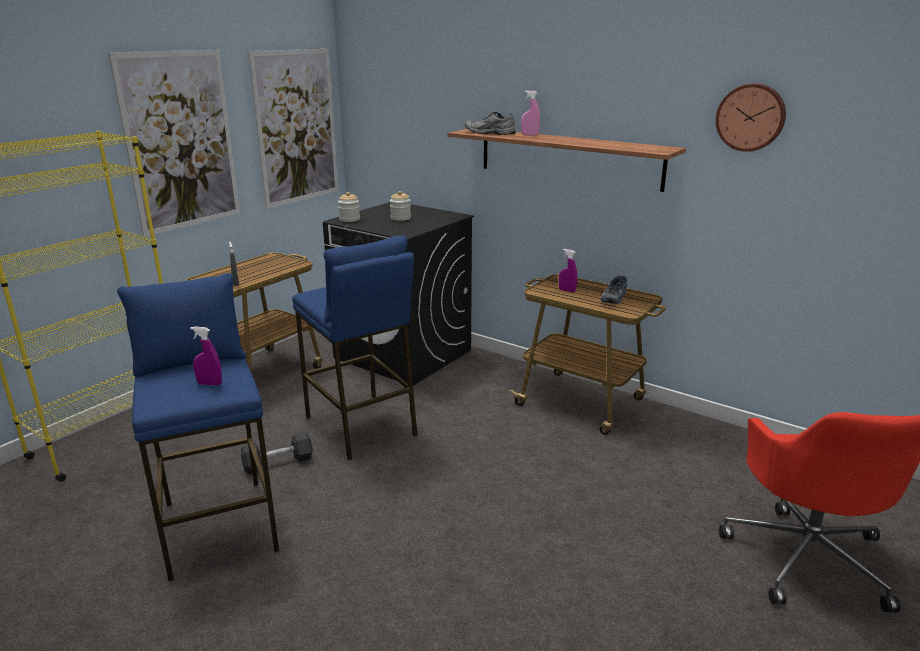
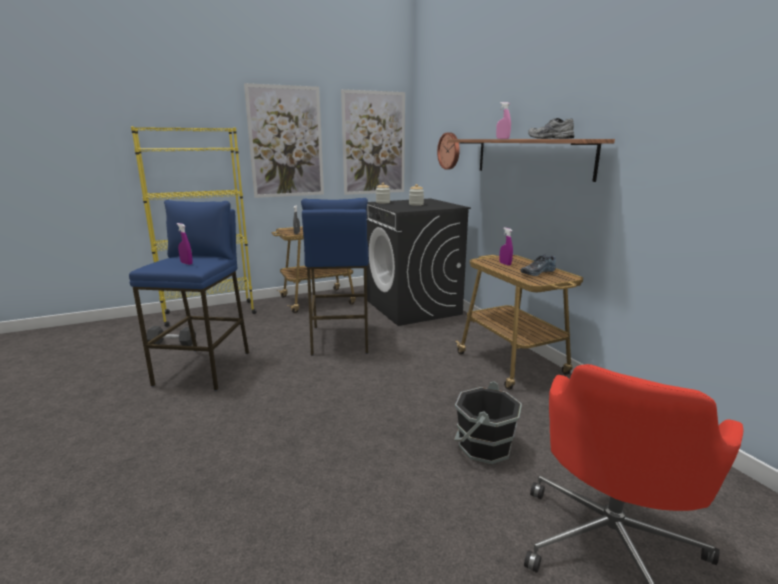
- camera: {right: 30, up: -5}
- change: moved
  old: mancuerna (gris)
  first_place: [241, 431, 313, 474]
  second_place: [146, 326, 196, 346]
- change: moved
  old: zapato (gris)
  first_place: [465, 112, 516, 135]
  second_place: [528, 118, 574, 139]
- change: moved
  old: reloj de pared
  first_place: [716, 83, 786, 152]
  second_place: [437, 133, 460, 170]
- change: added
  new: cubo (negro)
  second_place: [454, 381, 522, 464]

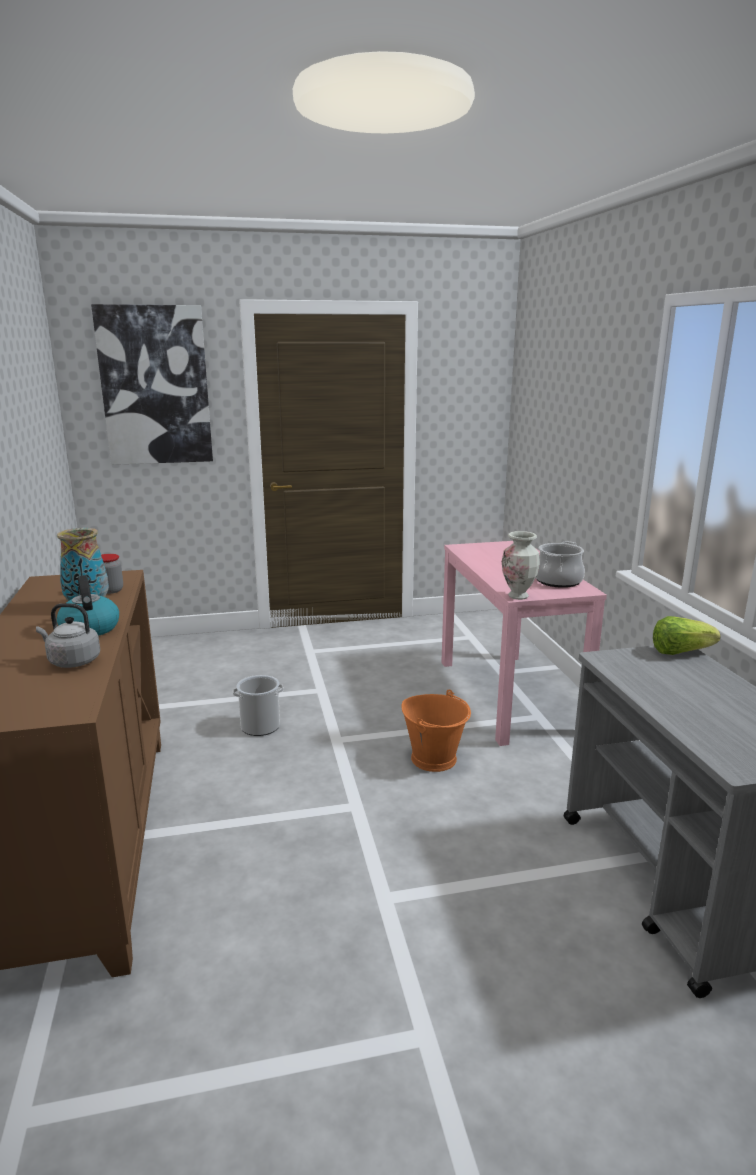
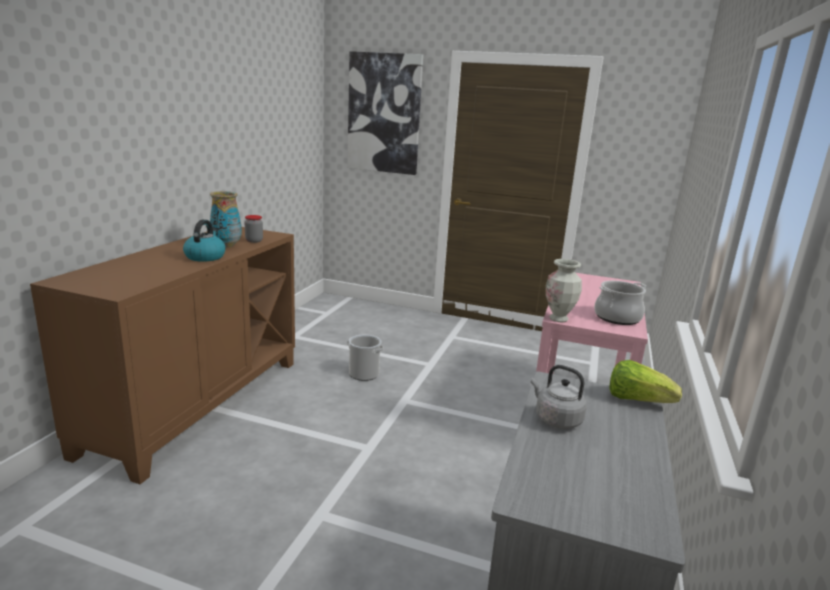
- camera: {right: 30, up: 0}
- change: moved
  old: hervidor (gris)
  first_place: [36, 603, 100, 668]
  second_place: [531, 365, 587, 429]
- change: removed
  old: cubo (naranja)
  first_place: [402, 690, 471, 772]

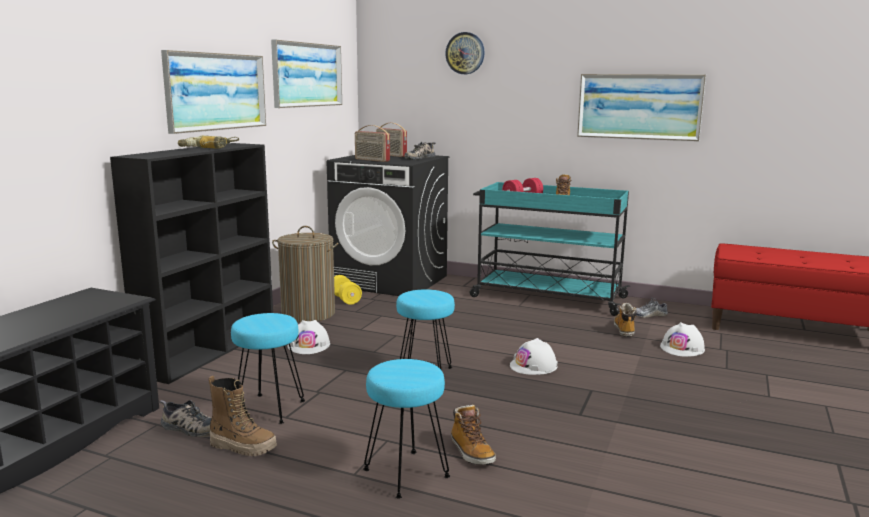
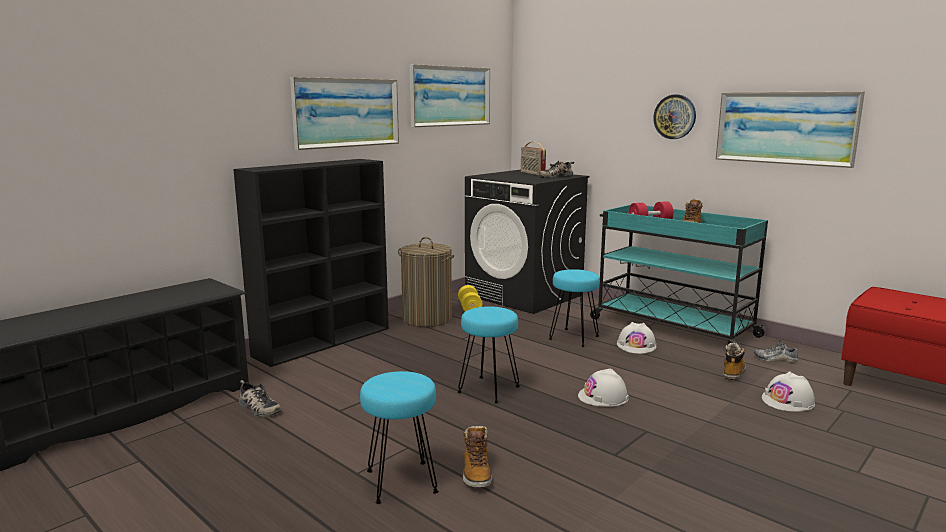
- camera: {right: 20, up: 0}
- change: removed
  old: taladro
  first_place: [178, 135, 239, 149]
- change: removed
  old: bota
  first_place: [209, 375, 277, 456]
- change: moved
  old: taburete (turquesa)
  first_place: [231, 313, 305, 424]
  second_place: [549, 269, 600, 347]
- change: moved
  old: casco (blanco)
  first_place: [288, 320, 330, 354]
  second_place: [617, 322, 656, 354]
- change: removed
  old: radio
  first_place: [355, 125, 390, 162]
- change: moved
  old: reloj de pared
  first_place: [445, 32, 485, 74]
  second_place: [653, 95, 696, 139]

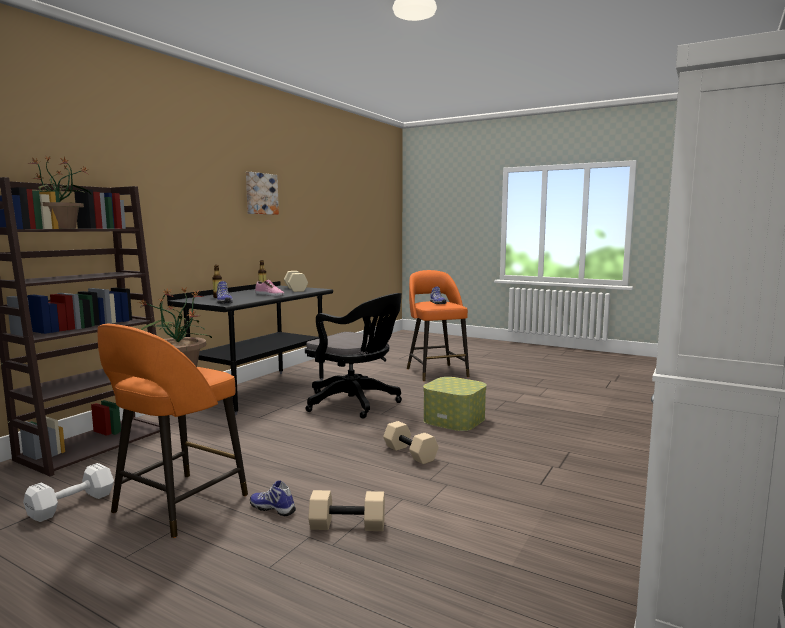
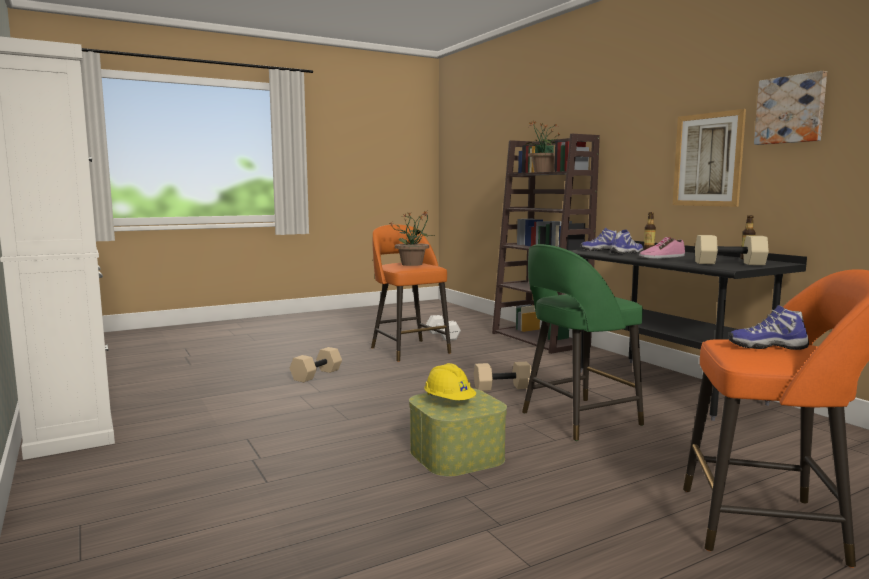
- camera: {right: 120, up: 0}
- change: moved
  old: zapato
  first_place: [250, 481, 296, 516]
  second_place: [611, 230, 643, 254]
- change: replaced
  old: silla de oficina (negro)
  new: taburete (verde)
  first_place: [305, 293, 402, 419]
  second_place: [522, 244, 644, 441]
- change: moved
  old: mancuerna (beis)
  first_place: [383, 421, 439, 464]
  second_place: [474, 362, 531, 391]
- change: added
  new: casco (amarillo)
  second_place: [424, 363, 476, 400]
- change: added
  new: cuadro
  second_place: [673, 109, 746, 207]

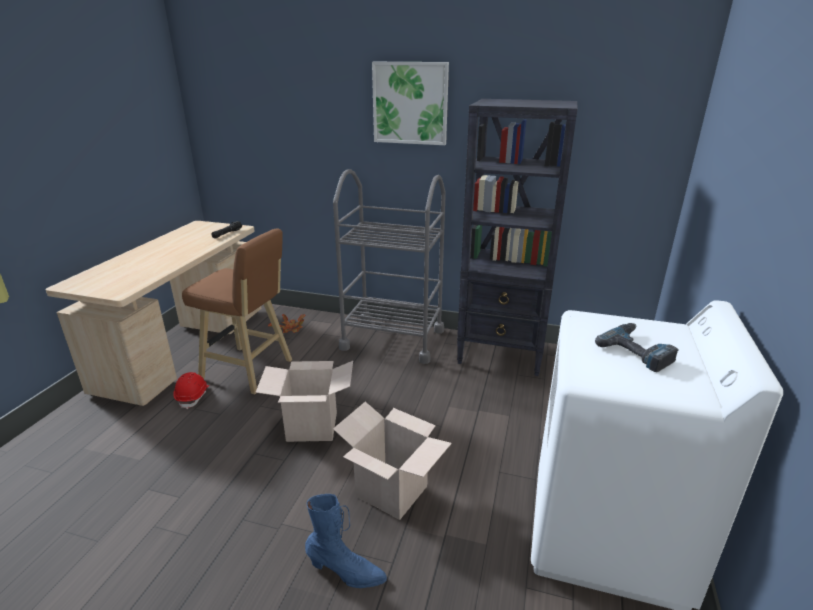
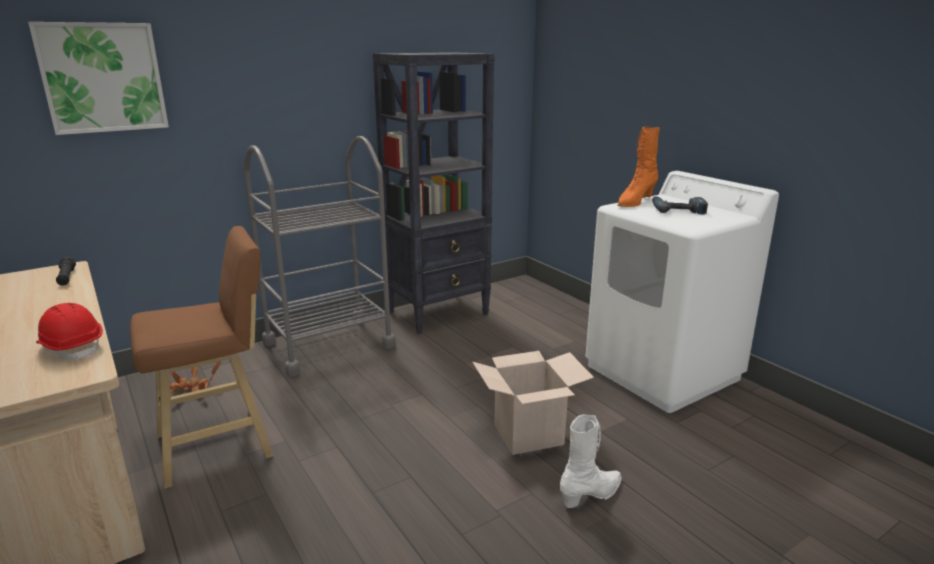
- camera: {right: -50, up: -5}
- change: moved
  old: casco (rojo)
  first_place: [173, 372, 209, 409]
  second_place: [36, 303, 103, 360]
- change: removed
  old: caja de cartón
  first_place: [256, 361, 353, 442]
- change: recoloured
  old: bota (azul)
  new: bota (blanco)
  first_place: [305, 494, 387, 588]
  second_place: [560, 414, 622, 508]
- change: moved
  old: cuadro
  first_place: [372, 62, 449, 145]
  second_place: [28, 22, 169, 135]
- change: added
  new: bota (naranja)
  second_place: [617, 126, 660, 207]

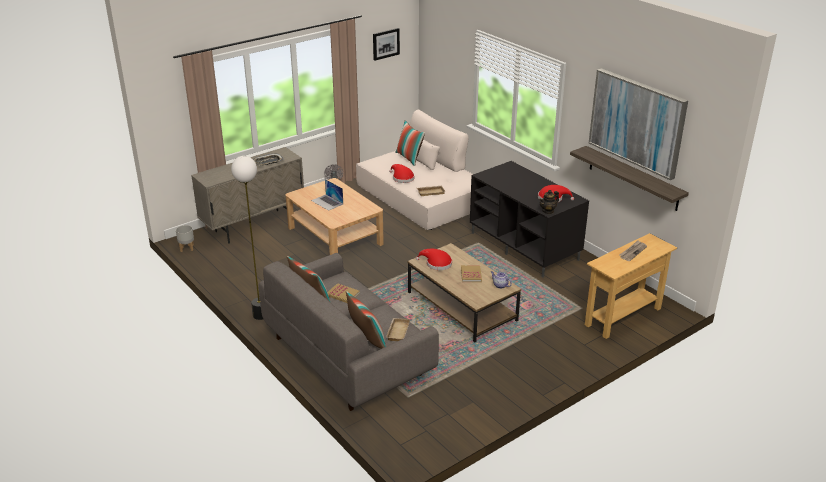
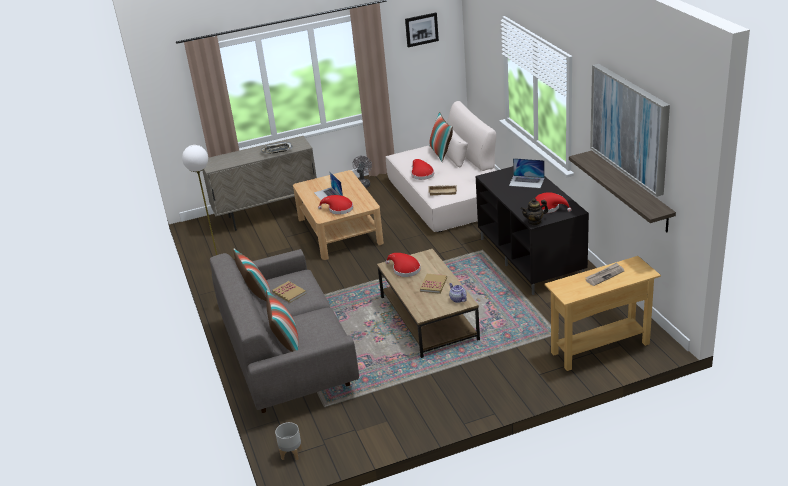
- camera: {right: 20, up: 0}
- change: moved
  old: maceta (gris)
  first_place: [176, 225, 194, 252]
  second_place: [275, 422, 302, 461]
- change: removed
  old: bandeja (beis)
  first_place: [386, 318, 410, 341]
- change: added
  new: sombrero (rojo)
  second_place: [318, 195, 353, 215]
- change: added
  new: portátil
  second_place: [509, 158, 545, 188]

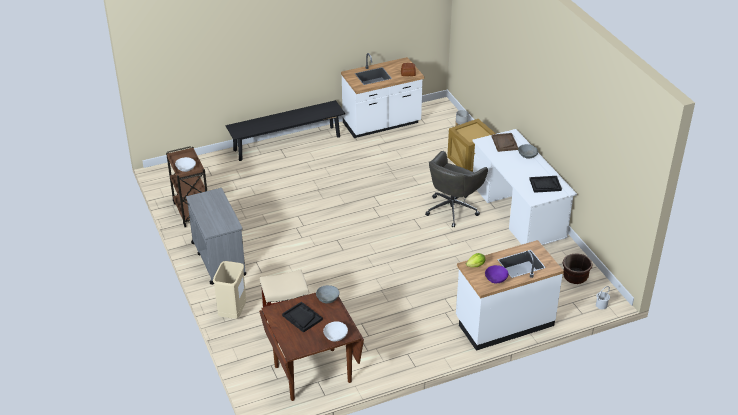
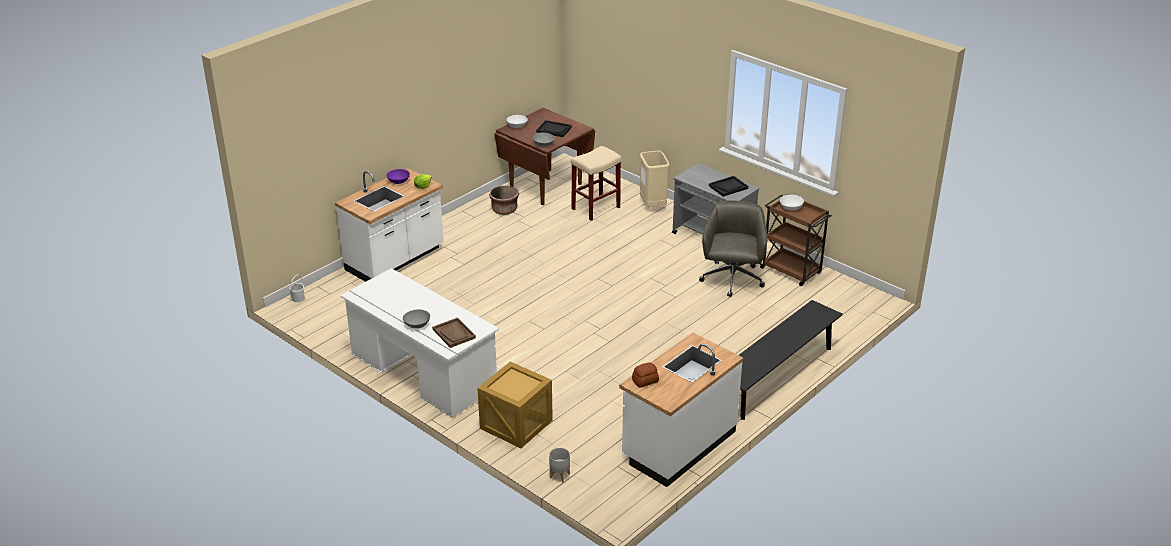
- camera: {right: 155, up: -5}
- change: moved
  old: silla de oficina (gris)
  first_place: [425, 151, 488, 228]
  second_place: [699, 200, 767, 297]
- change: moved
  old: bandeja (negro)
  first_place: [529, 176, 562, 193]
  second_place: [709, 176, 748, 197]
- change: moved
  old: maceta (marrón)
  first_place: [563, 253, 592, 284]
  second_place: [489, 186, 519, 215]

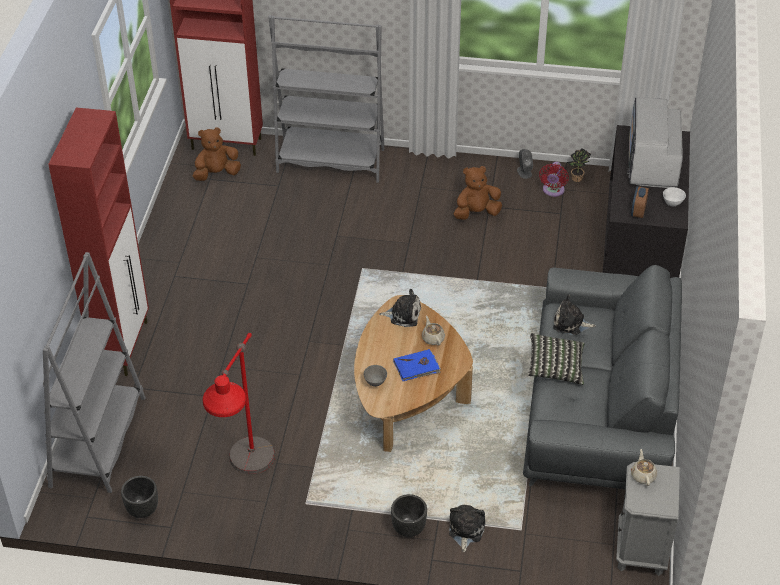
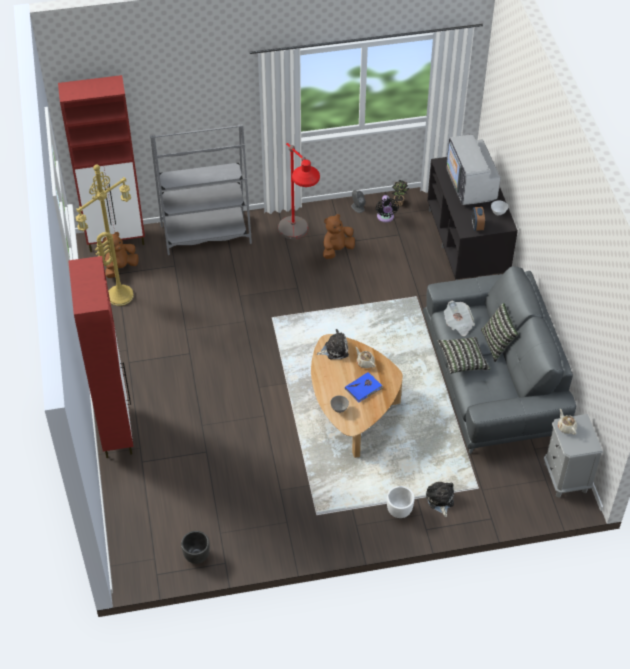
- camera: {right: -20, up: 5}
- change: removed
  old: estantería (gris)
  first_place: [43, 252, 146, 493]
- change: moved
  old: lámpara de pie (rojo)
  first_place: [203, 333, 275, 474]
  second_place: [278, 143, 320, 239]
- change: recoloured
  old: maceta (negro)
  new: maceta (blanco)
  first_place: [391, 494, 427, 537]
  second_place: [387, 486, 414, 518]
- change: recoloured
  old: ventilador (rojo)
  new: ventilador (negro)
  first_place: [539, 162, 569, 197]
  second_place: [376, 195, 399, 222]
- change: replaced
  old: peluche
  new: periódico
  first_place: [553, 295, 596, 335]
  second_place: [444, 301, 475, 336]
- change: added
  new: lámpara de pie (amarillo)
  second_place: [76, 164, 133, 306]
- change: added
  new: cojín
  second_place: [481, 303, 518, 362]

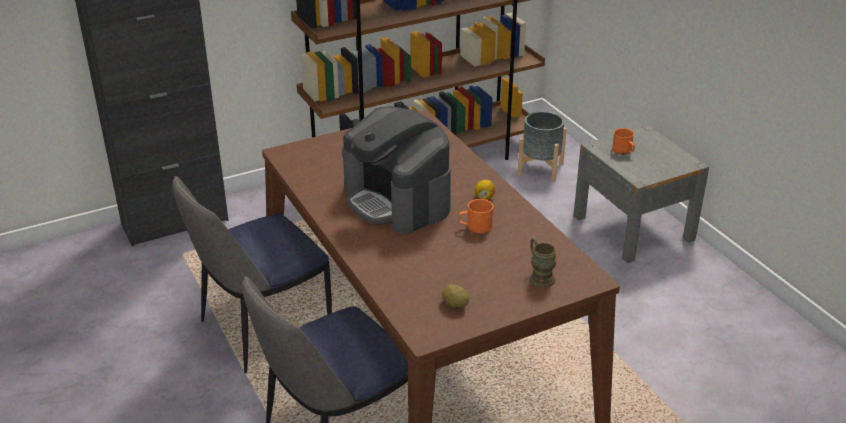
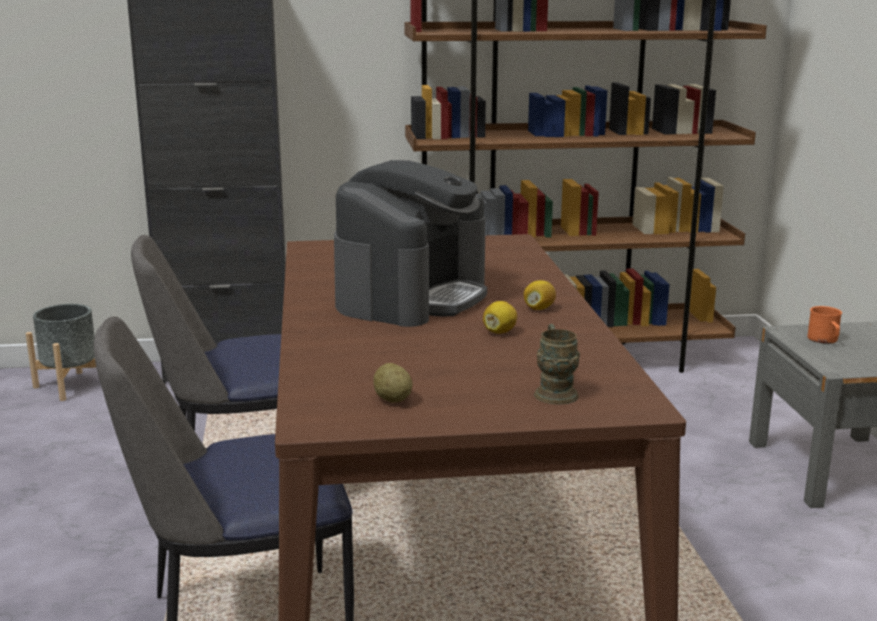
- camera: {right: 20, up: -15}
- change: turned
  old: cafetera
  first_place: [343, 106, 451, 234]
  second_place: [334, 160, 487, 327]
  degrees: -135
- change: replaced
  old: taza grande (naranja)
  new: limón
  first_place: [459, 199, 494, 233]
  second_place: [483, 301, 517, 334]
- change: moved
  old: maceta (gris)
  first_place: [518, 111, 567, 182]
  second_place: [26, 304, 96, 401]

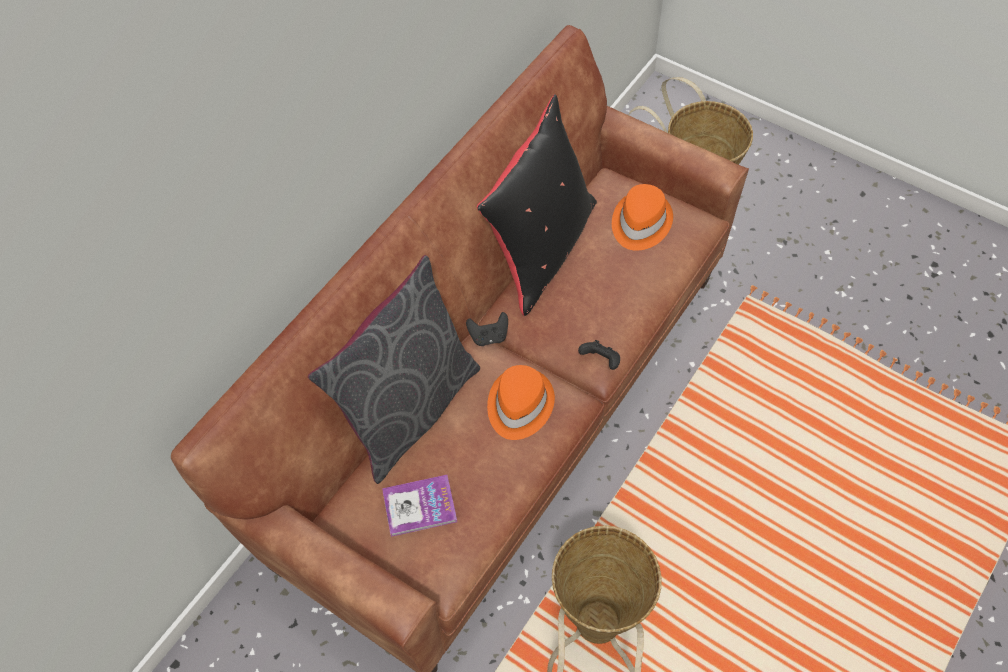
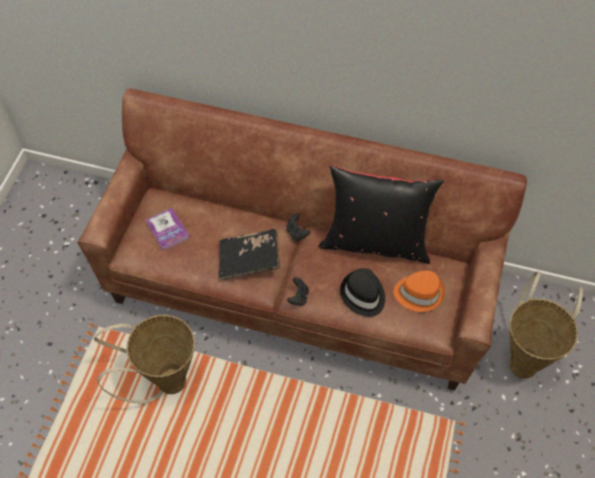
- camera: {right: 70, up: 0}
- change: removed
  old: cojín (gris)
  first_place: [308, 255, 480, 484]
- change: replaced
  old: sombrero (naranja)
  new: libro (negro)
  first_place: [487, 365, 555, 440]
  second_place: [219, 229, 280, 281]
- change: added
  new: sombrero (negro)
  second_place: [340, 268, 385, 317]

